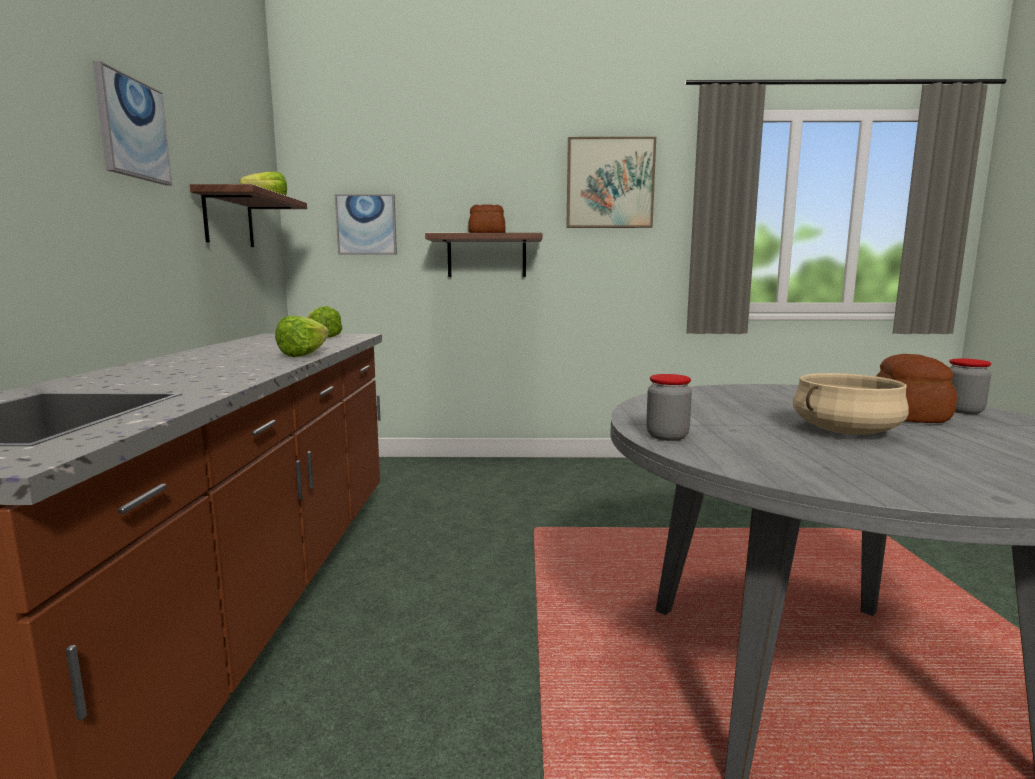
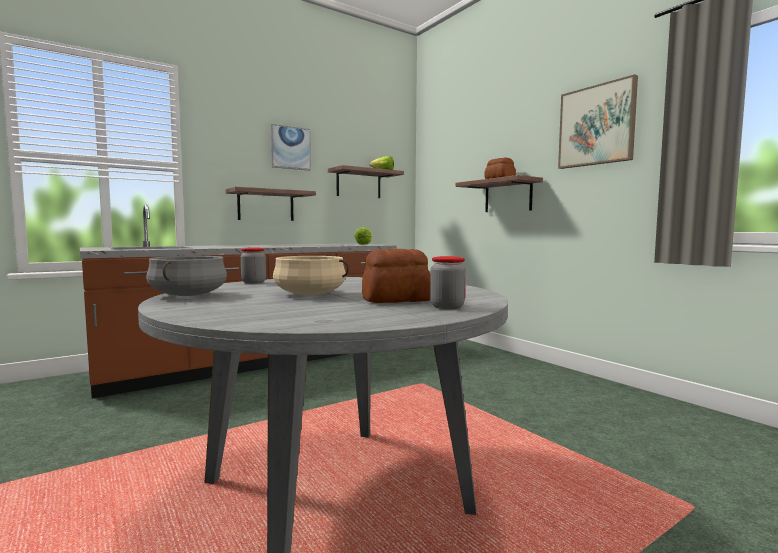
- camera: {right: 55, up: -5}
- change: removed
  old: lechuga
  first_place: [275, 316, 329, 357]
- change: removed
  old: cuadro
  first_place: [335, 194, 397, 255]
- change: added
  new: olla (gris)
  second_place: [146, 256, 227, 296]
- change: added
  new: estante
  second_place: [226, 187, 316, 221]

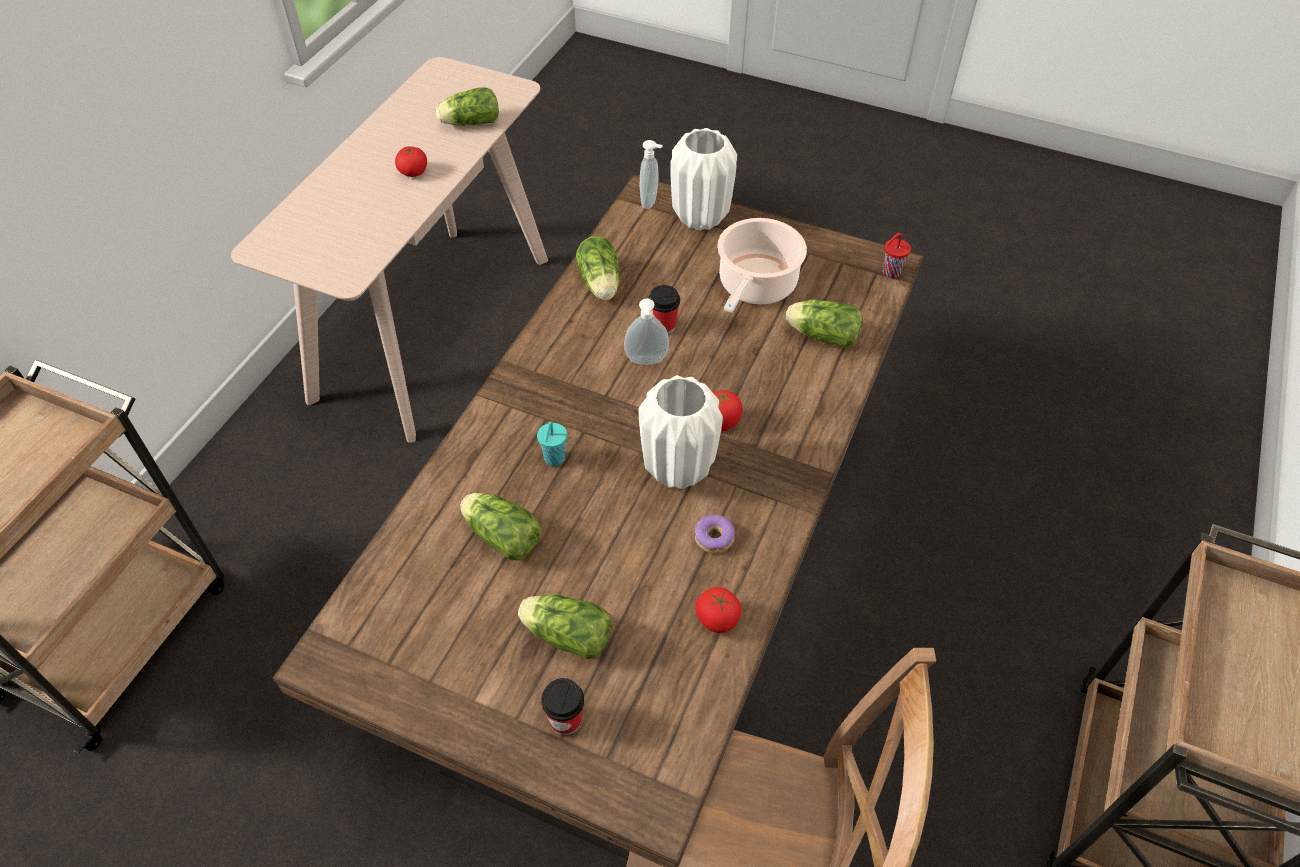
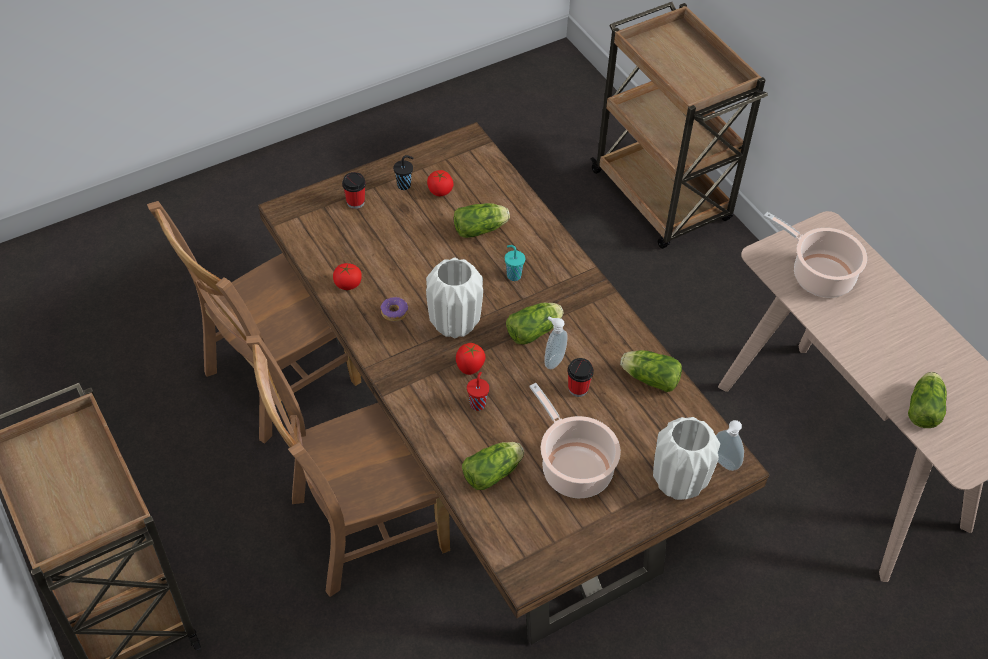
- camera: {right: 125, up: 0}
- change: moved
  old: tomate
  first_place: [395, 146, 427, 177]
  second_place: [427, 170, 454, 196]
- change: moved
  old: lechuga
  first_place: [518, 594, 611, 659]
  second_place: [506, 302, 564, 344]
- change: moved
  old: taza (rojo)
  first_place: [883, 233, 911, 278]
  second_place: [467, 372, 489, 411]
- change: added
  new: silla (marrón)
  second_place: [246, 335, 450, 597]
- change: added
  new: taza (negro)
  second_place: [393, 155, 413, 190]
- change: added
  new: olla
  second_place: [763, 212, 867, 298]

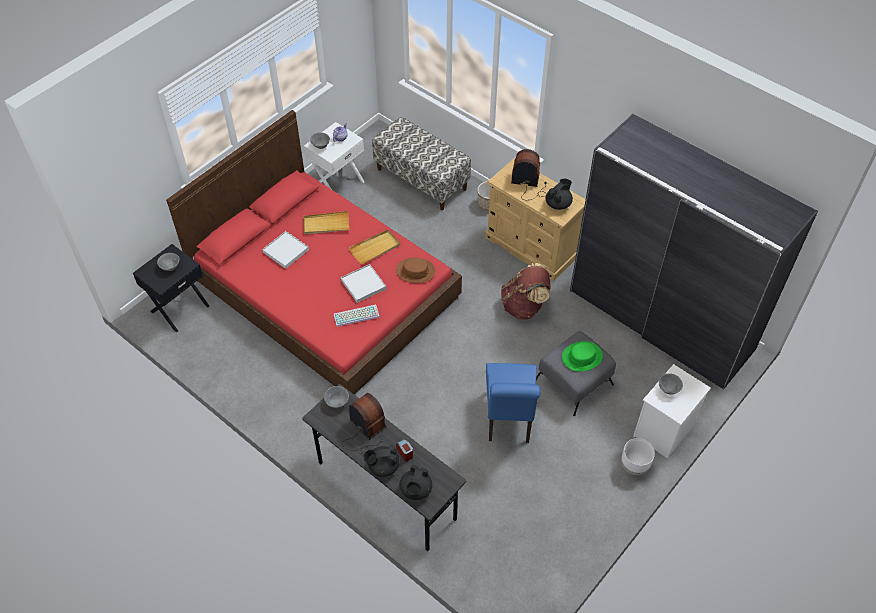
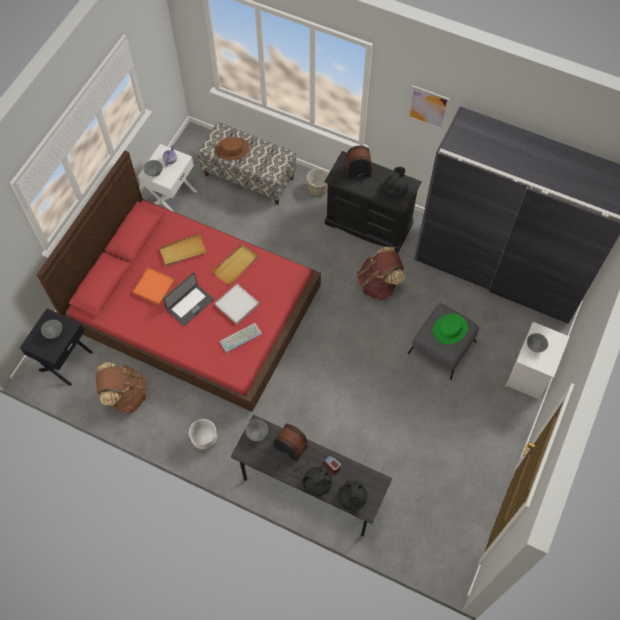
- camera: {right: -15, up: 10}
- change: recoloured
  old: bandeja (blanco)
  new: bandeja (naranja)
  first_place: [262, 231, 309, 269]
  second_place: [132, 267, 175, 305]
- change: moved
  old: sombrero (marrón)
  first_place: [396, 257, 435, 283]
  second_place: [215, 137, 249, 160]
- change: recoloured
  old: cómoda (beis)
  new: cómoda (negro)
  first_place: [485, 158, 586, 281]
  second_place: [325, 151, 422, 253]
- change: removed
  old: silla (azul)
  first_place: [486, 363, 541, 443]
- change: moved
  old: maceta (blanco)
  first_place: [621, 438, 655, 475]
  second_place: [189, 419, 217, 450]
- change: added
  new: mochila (marrón)
  second_place: [95, 361, 147, 413]
- change: added
  new: portátil
  second_place: [163, 272, 214, 326]
- change: added
  new: cuadro
  second_place: [407, 85, 450, 130]

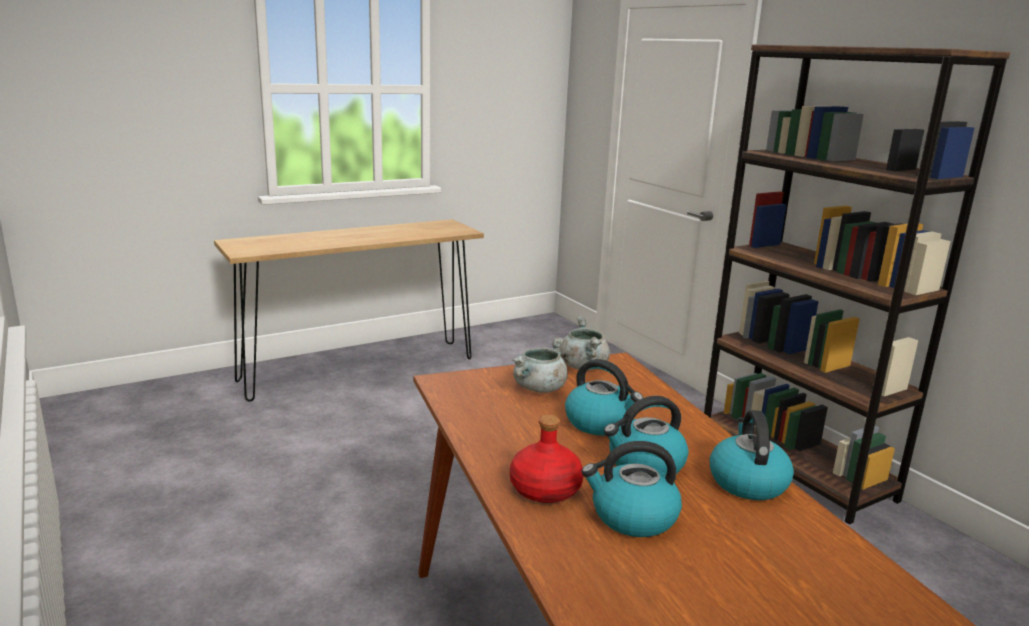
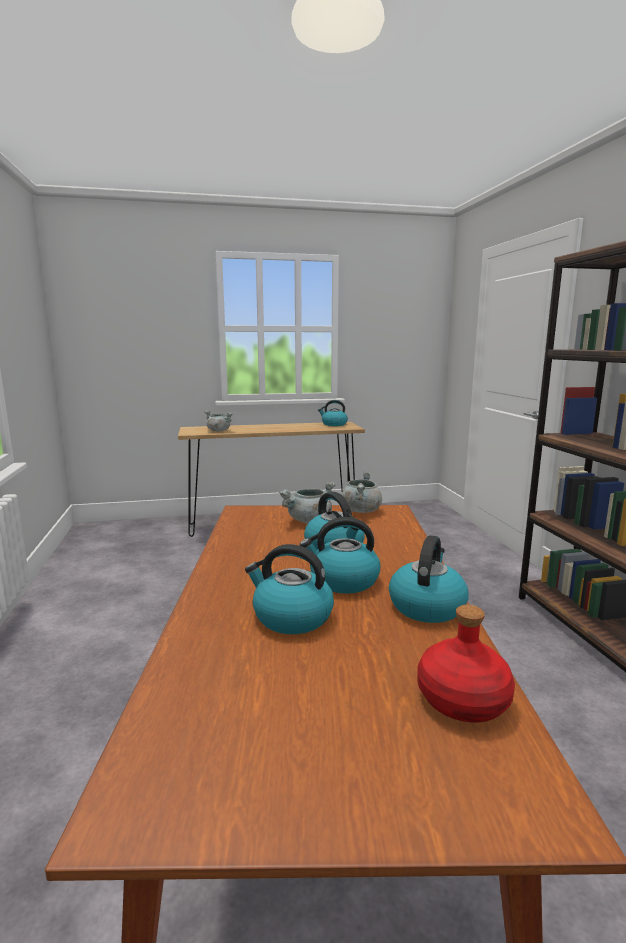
- camera: {right: 20, up: -5}
- change: moved
  old: botella (rojo)
  first_place: [510, 415, 583, 503]
  second_place: [417, 605, 515, 722]
- change: added
  new: olla (gris)
  second_place: [204, 410, 233, 432]
- change: added
  new: hervidor
  second_place: [318, 400, 348, 426]

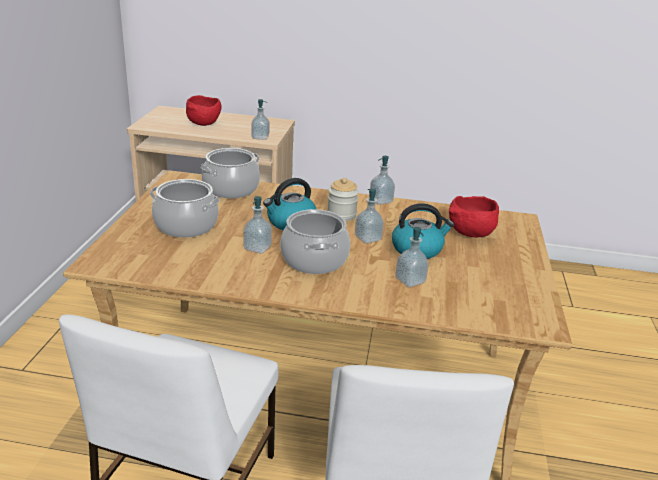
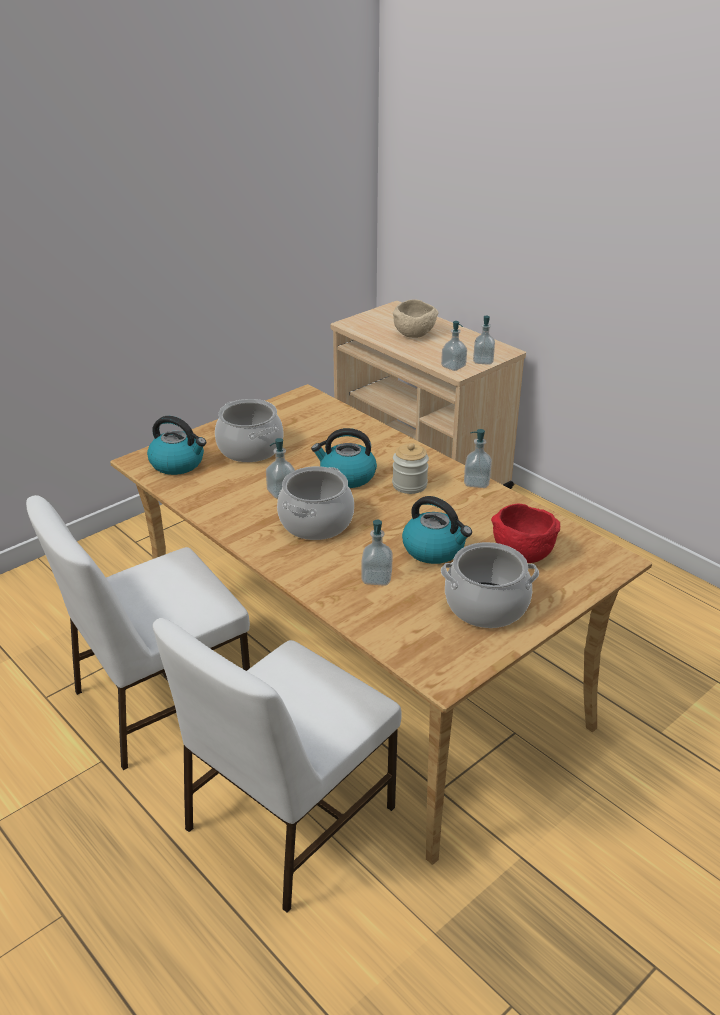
- camera: {right: 40, up: 5}
- change: recoloured
  old: cuenco (rojo)
  new: cuenco (beis)
  first_place: [186, 95, 221, 126]
  second_place: [393, 299, 439, 338]
- change: moved
  old: olla
  first_place: [200, 148, 260, 198]
  second_place: [441, 542, 539, 628]
- change: moved
  old: dispensador de jabón
  first_place: [355, 189, 384, 244]
  second_place: [473, 316, 495, 365]
- change: added
  new: hervidor
  second_place: [147, 416, 206, 475]

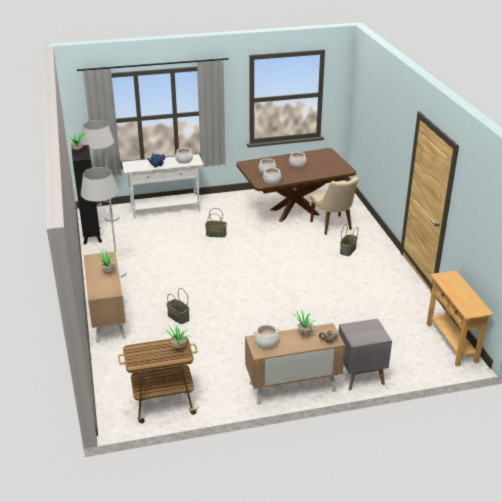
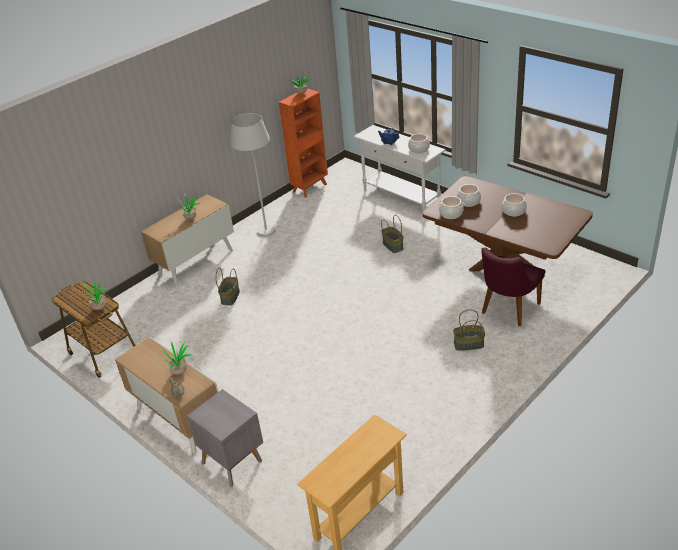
- camera: {right: 60, up: 5}
- change: recoloured
  old: estantería (negro)
  new: estantería (naranja)
  first_place: [71, 145, 102, 245]
  second_place: [279, 88, 328, 198]
- change: removed
  old: lámpara de pie (blanco)
  first_place: [81, 120, 120, 222]
- change: removed
  old: olla
  first_place: [253, 324, 280, 349]
- change: recoloured
  old: silla (beis)
  new: silla (morado)
  first_place: [310, 177, 358, 235]
  second_place: [481, 247, 546, 326]

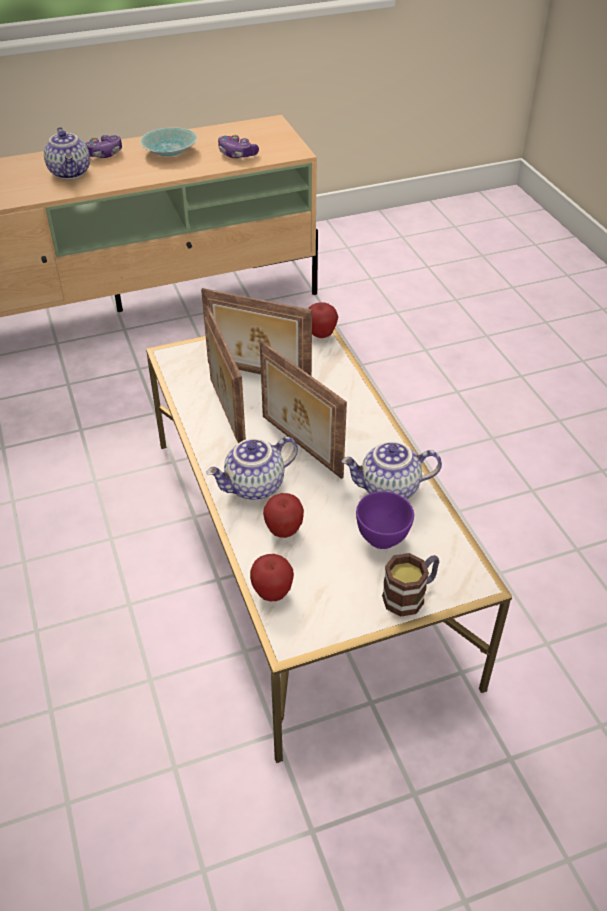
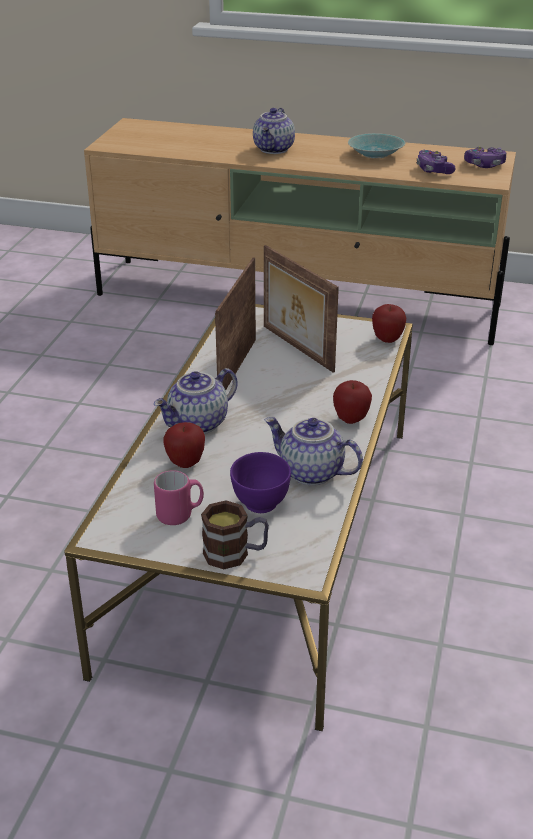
- camera: {right: 35, up: -10}
- change: moved
  old: mando de consola
  first_place: [86, 134, 122, 158]
  second_place: [464, 146, 506, 168]
- change: turned
  old: tetera
  first_place: [206, 437, 298, 500]
  second_place: [154, 368, 238, 434]
  degrees: -45
- change: moved
  old: manzana
  first_place: [250, 554, 294, 601]
  second_place: [333, 380, 372, 424]
- change: removed
  old: portarretratos
  first_place: [260, 341, 347, 479]
- change: added
  new: taza grande (rosa)
  second_place: [154, 470, 204, 525]

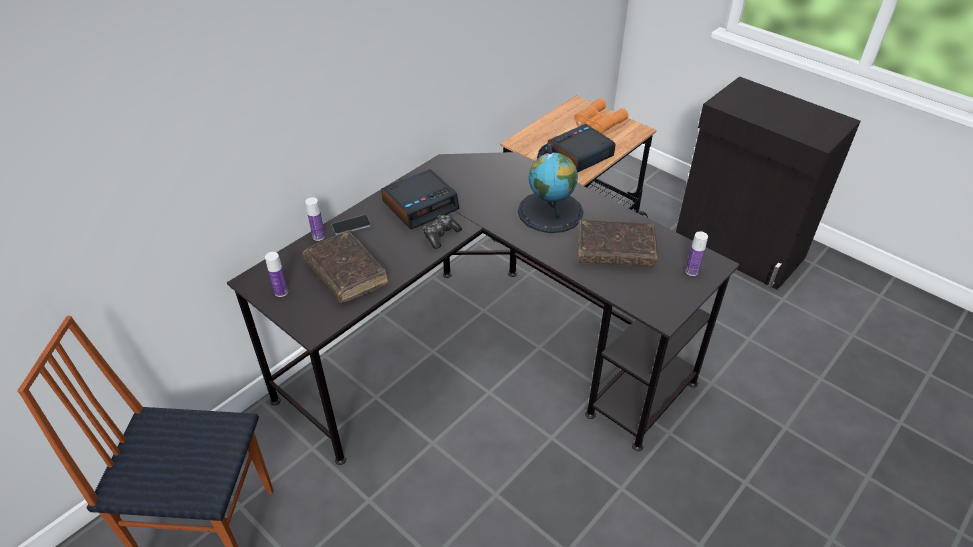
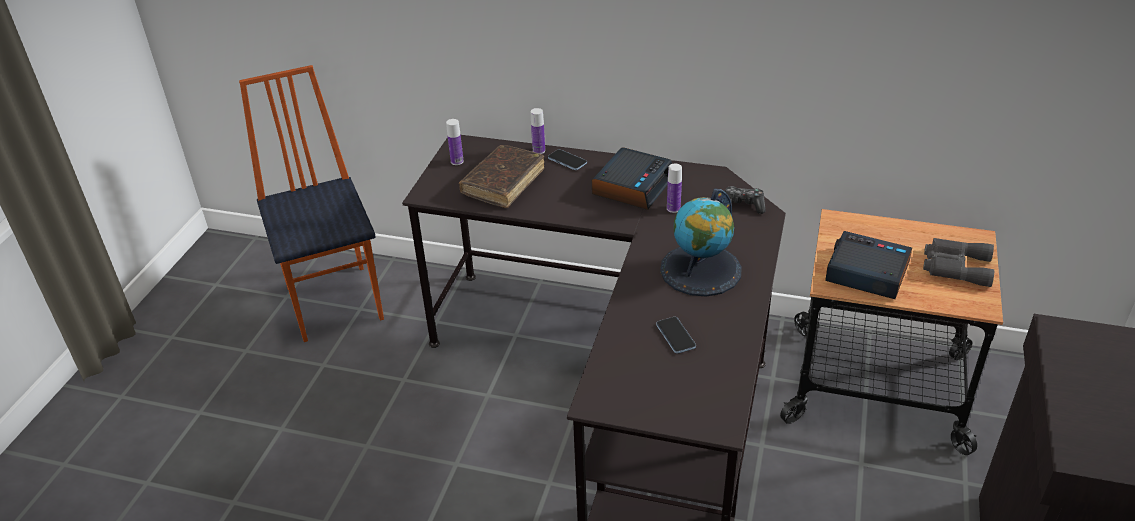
- camera: {right: 65, up: -5}
- change: turned
  old: despertador
  first_place: [381, 169, 459, 230]
  second_place: [592, 147, 672, 210]
  degrees: -90
- change: moved
  old: mando de consola
  first_place: [423, 215, 462, 249]
  second_place: [725, 186, 766, 214]
- change: recoloured
  old: prismáticos (naranja)
  new: prismáticos (gris)
  first_place: [574, 98, 629, 133]
  second_place: [923, 238, 994, 287]
- change: replaced
  old: libro (marrón)
  new: móvil
  first_place: [578, 220, 658, 267]
  second_place: [656, 317, 696, 354]
- change: moved
  old: botella
  first_place: [685, 231, 708, 276]
  second_place: [667, 163, 682, 213]

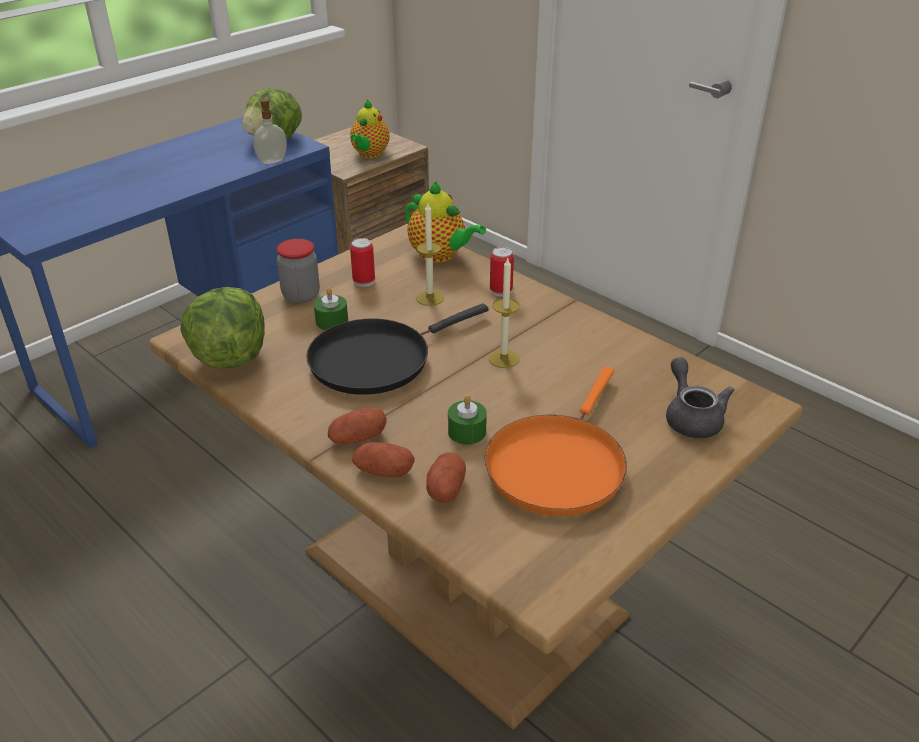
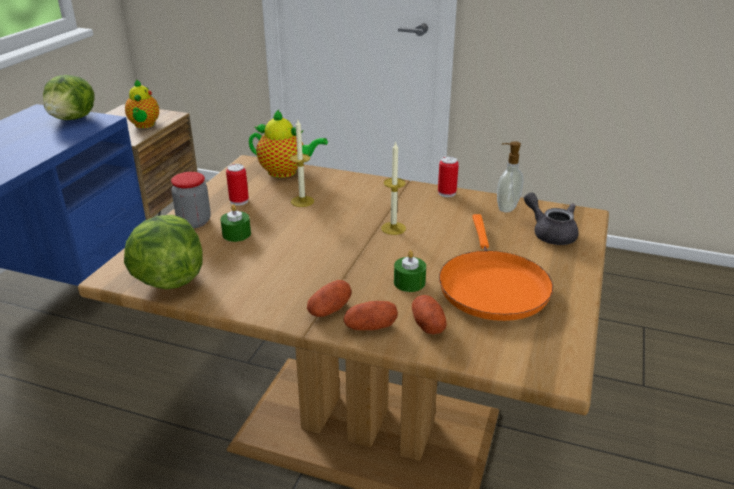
- camera: {right: -25, up: -5}
- change: moved
  old: dispensador de jabón
  first_place: [253, 99, 287, 164]
  second_place: [497, 141, 524, 213]
- change: removed
  old: sartén (negro)
  first_place: [306, 303, 489, 395]
- change: moved
  old: lata
  first_place: [490, 247, 514, 297]
  second_place: [438, 156, 459, 197]

